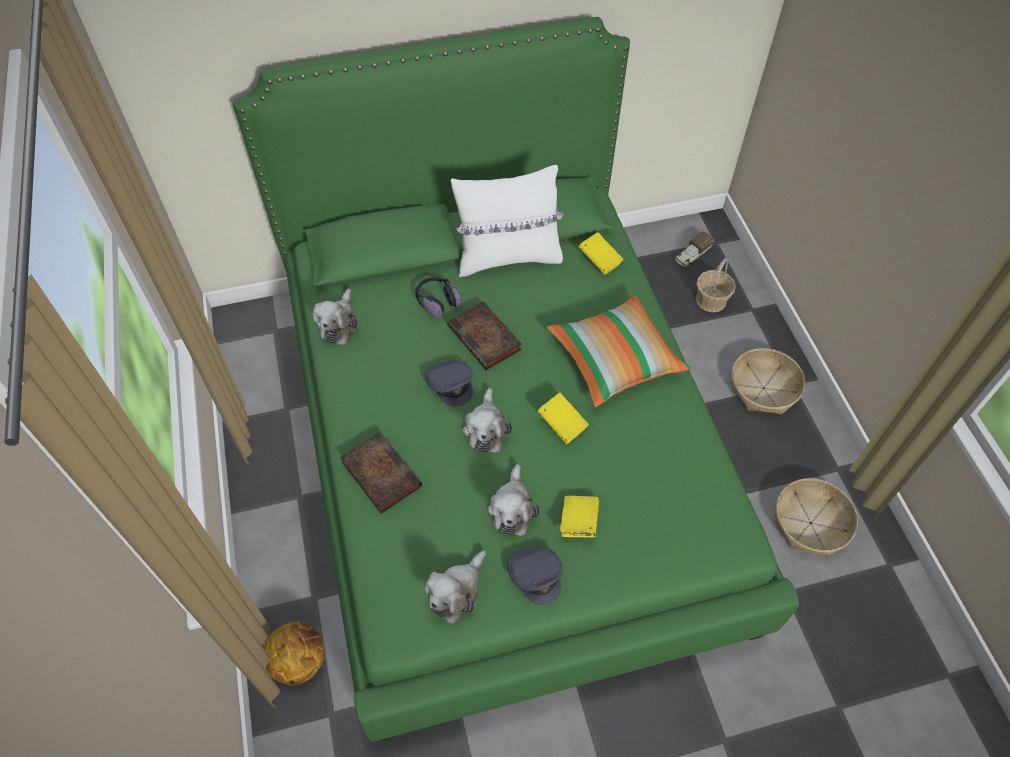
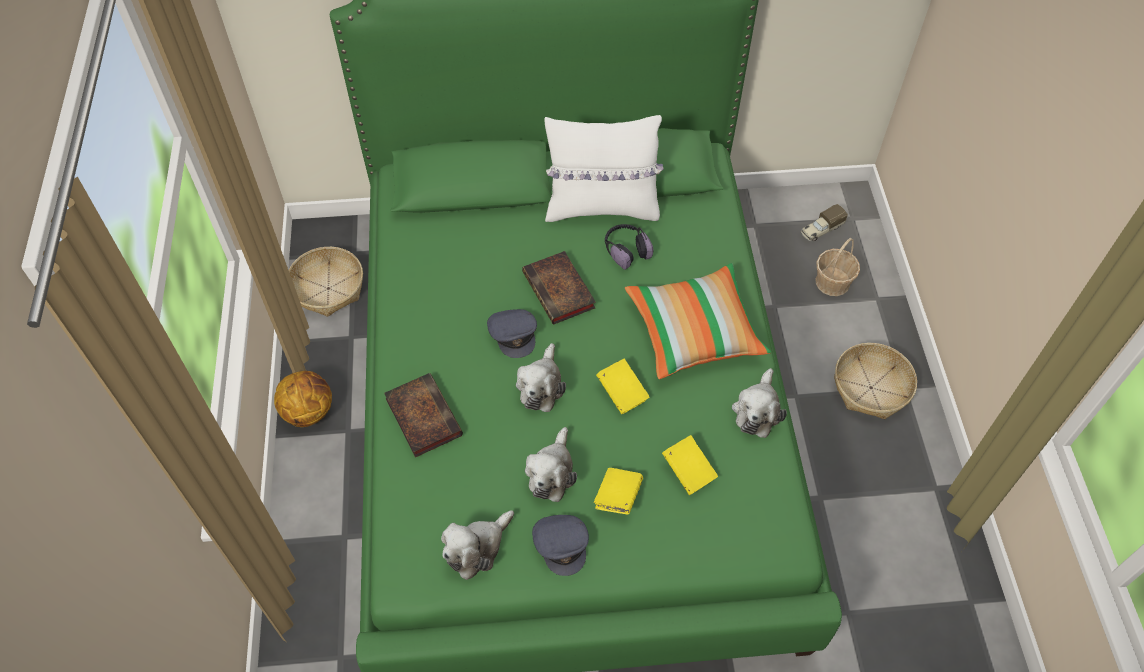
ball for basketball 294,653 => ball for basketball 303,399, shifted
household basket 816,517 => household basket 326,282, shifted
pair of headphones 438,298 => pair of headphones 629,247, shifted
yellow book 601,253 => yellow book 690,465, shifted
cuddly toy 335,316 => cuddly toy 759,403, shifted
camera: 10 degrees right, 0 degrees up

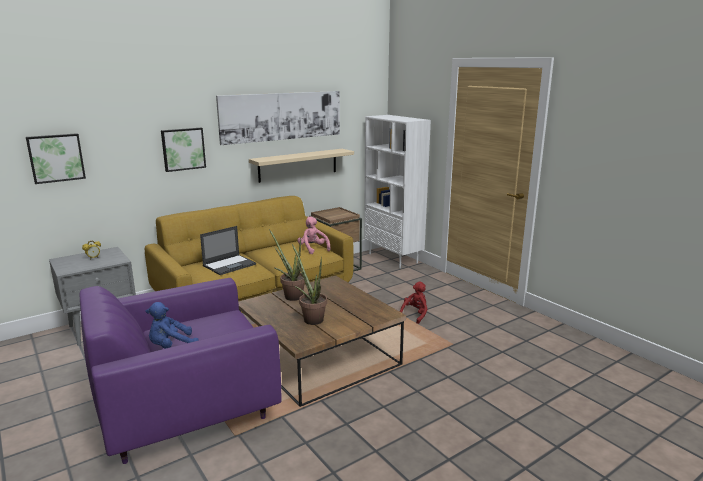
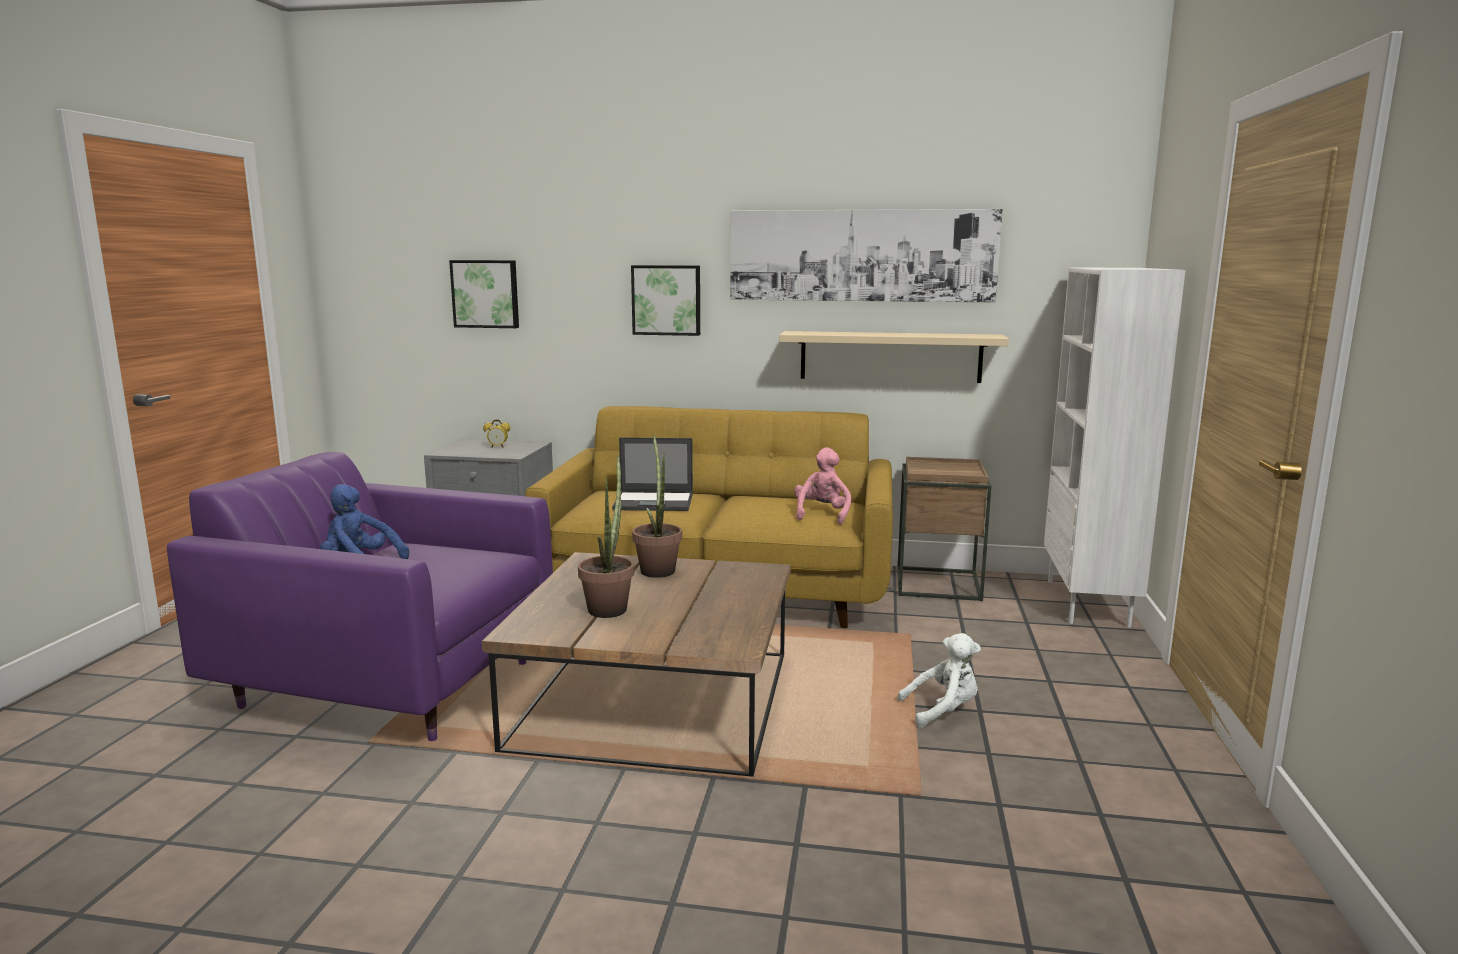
red-coloured cuddly toy 414,303 => white cuddly toy 939,680
camera: 45 degrees right, 5 degrees down

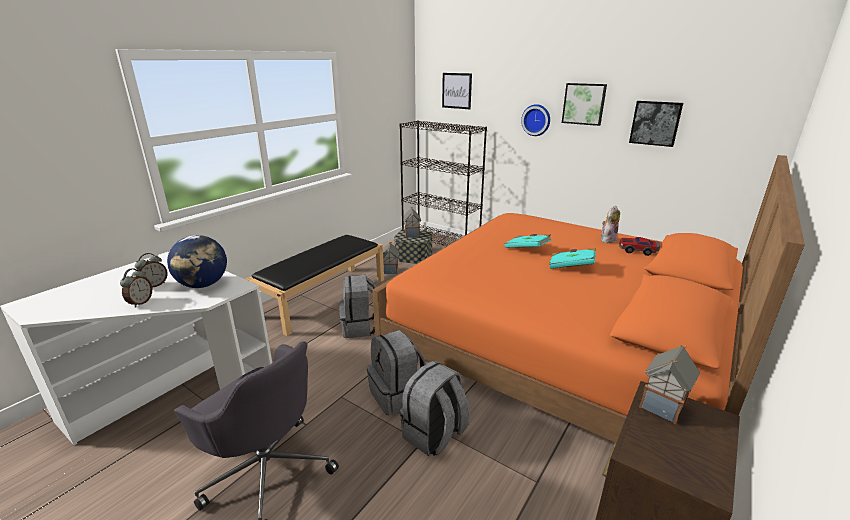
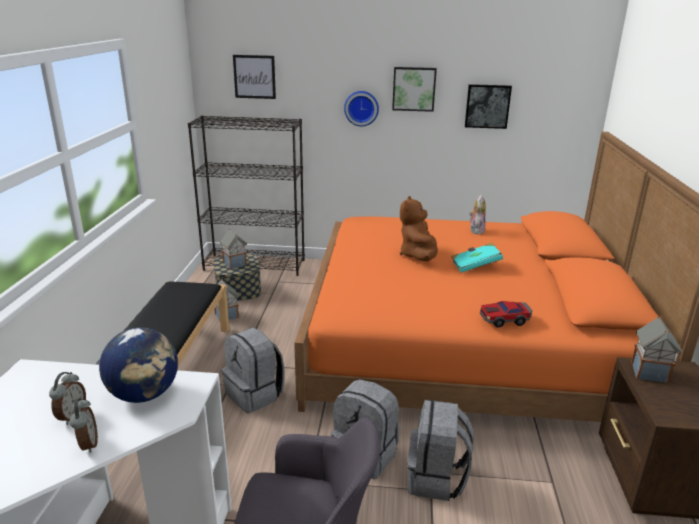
blue-green book 528,241 => brown-coloured cuddly toy 419,228
toy car 639,246 => toy car 506,314, shifted
camera: 30 degrees left, 0 degrees up

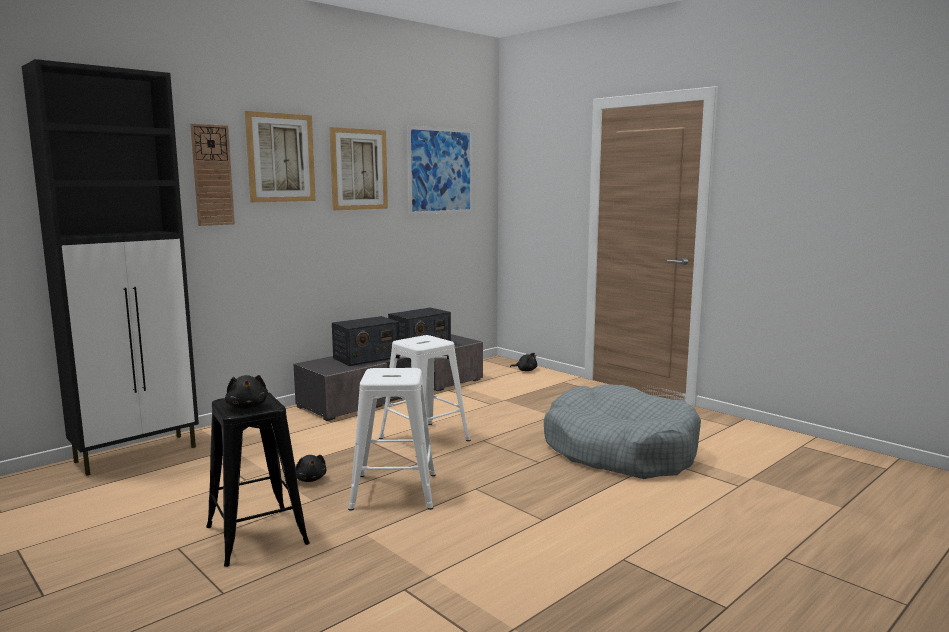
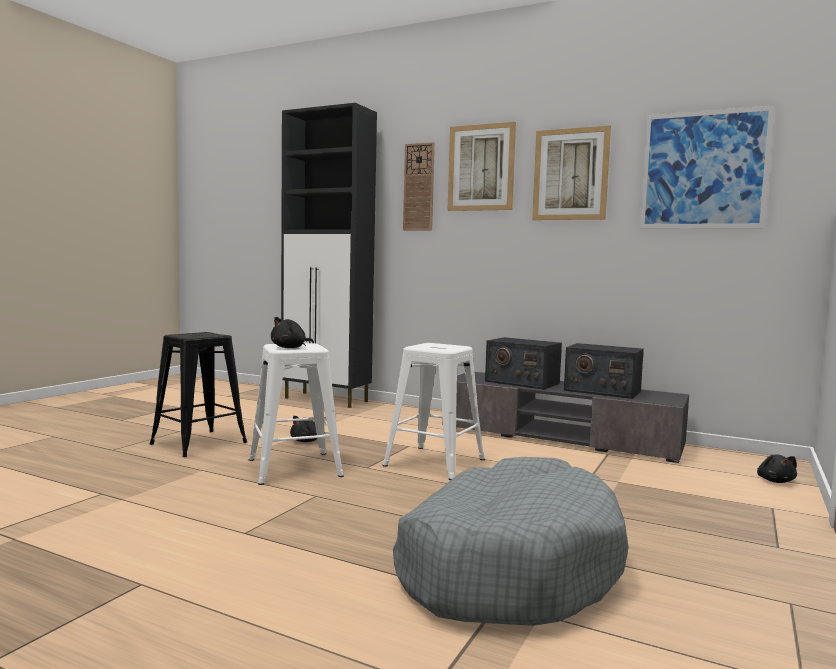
blackish cuddly toy 246,392 => blackish cuddly toy 292,332, shifted
camera: 70 degrees right, 5 degrees down

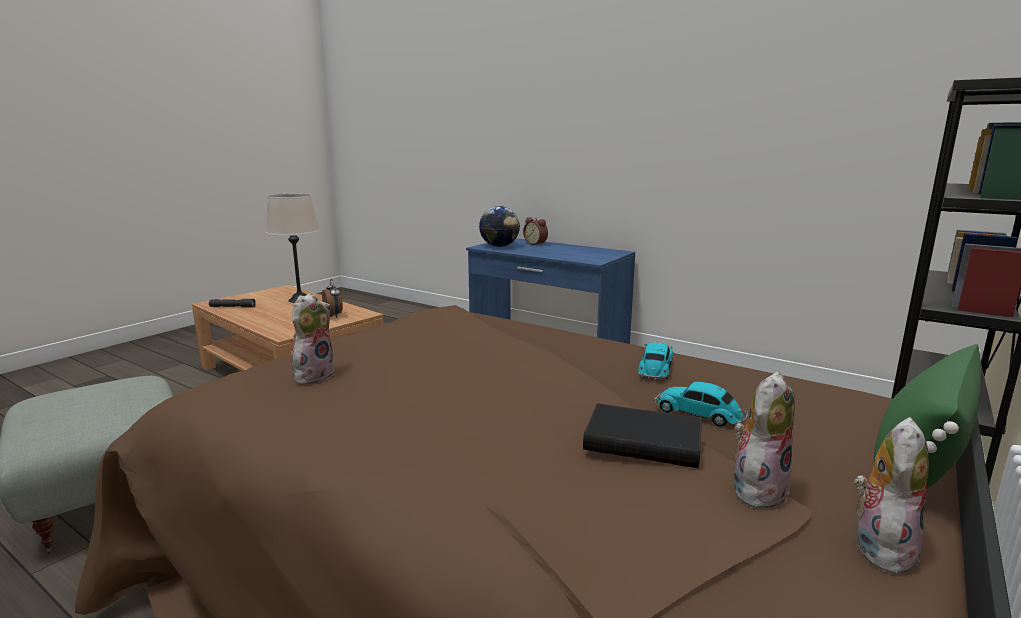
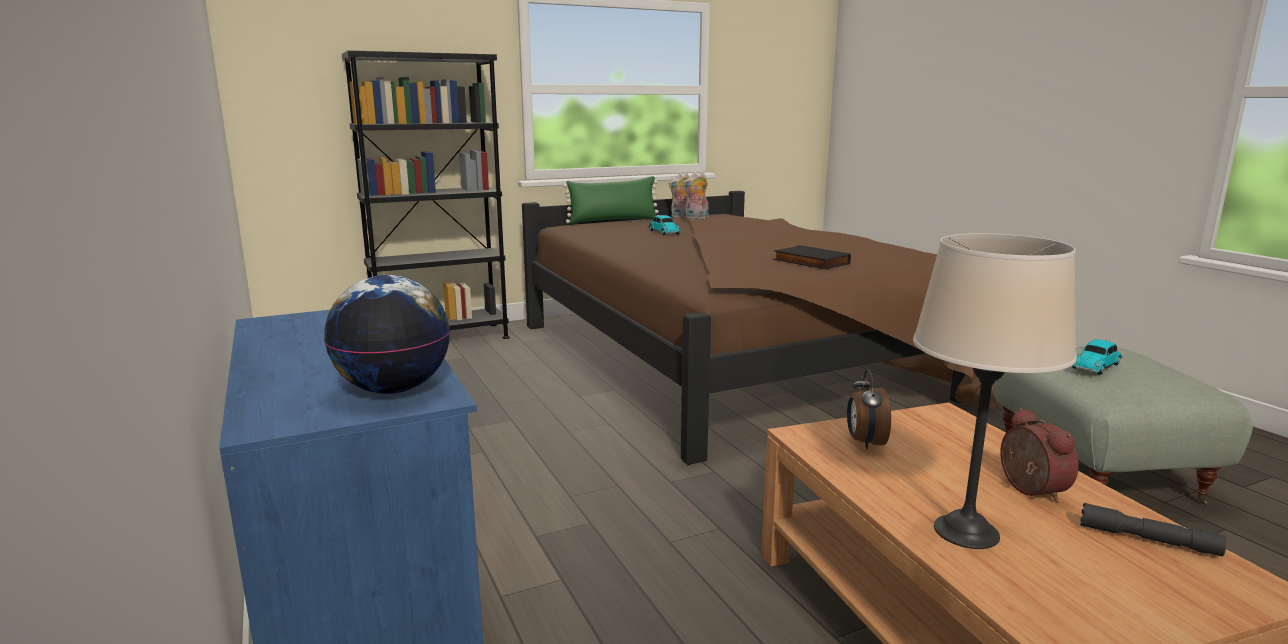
blackish book 642,435 => blackish book 812,257, shifted
table clock 535,231 => table clock 1039,455, shifted
toy car 655,361 => toy car 1097,357, shifted
cuddly toy 313,339 => nothing
camera: 150 degrees left, 0 degrees up

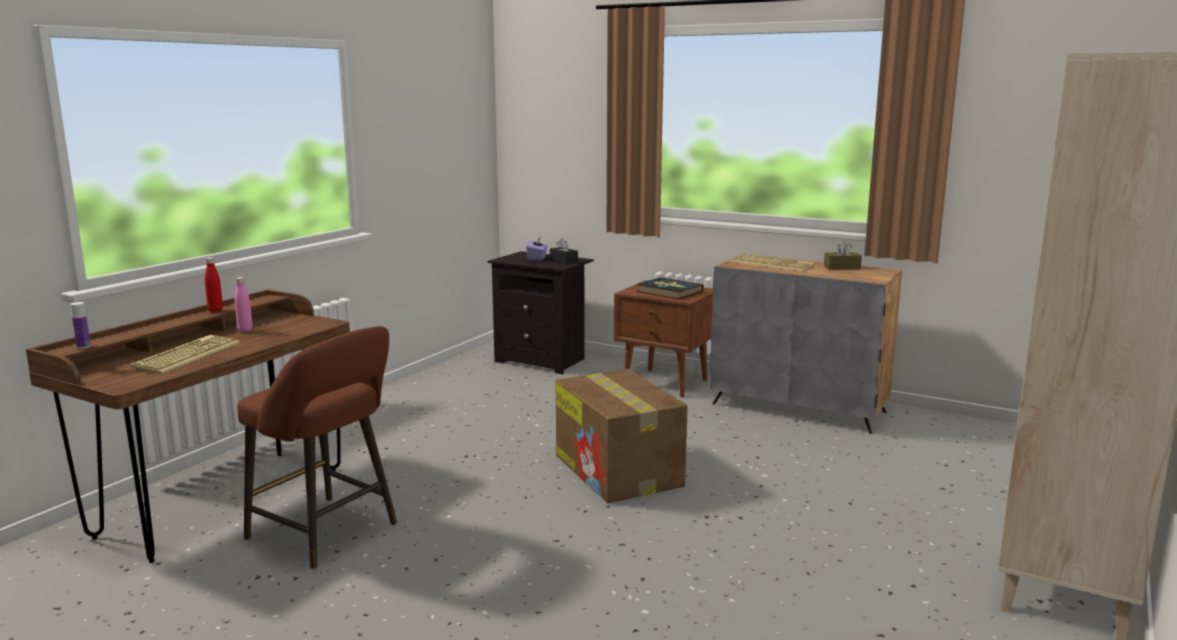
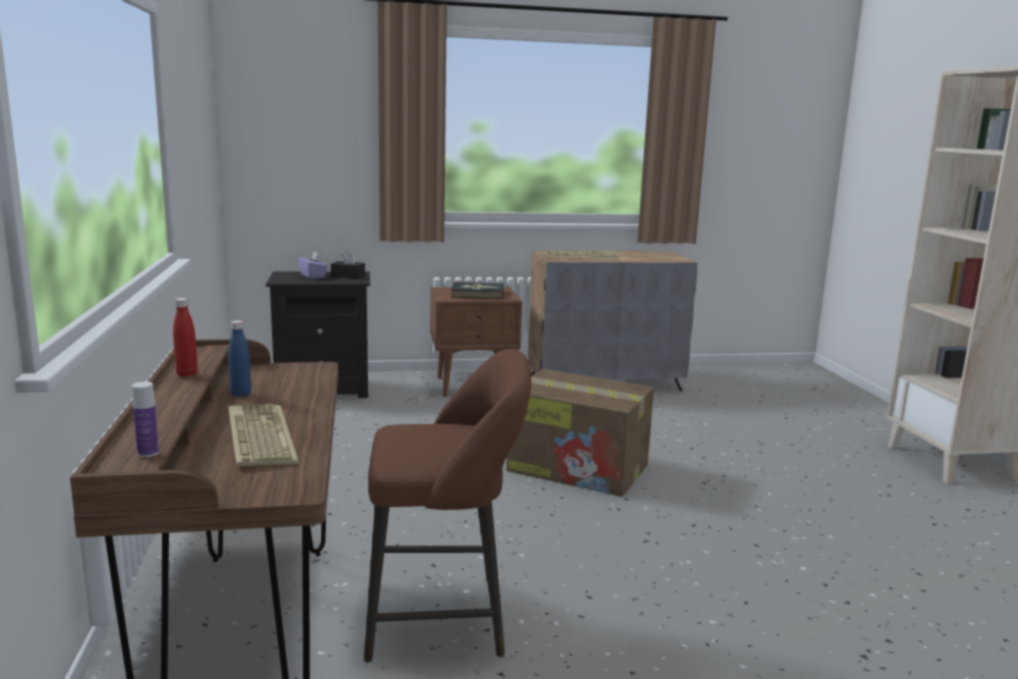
pinkish bottle 244,304 => bluish bottle 239,358
brown-coloured tissue holder 843,255 => nothing
camera: 40 degrees left, 0 degrees up

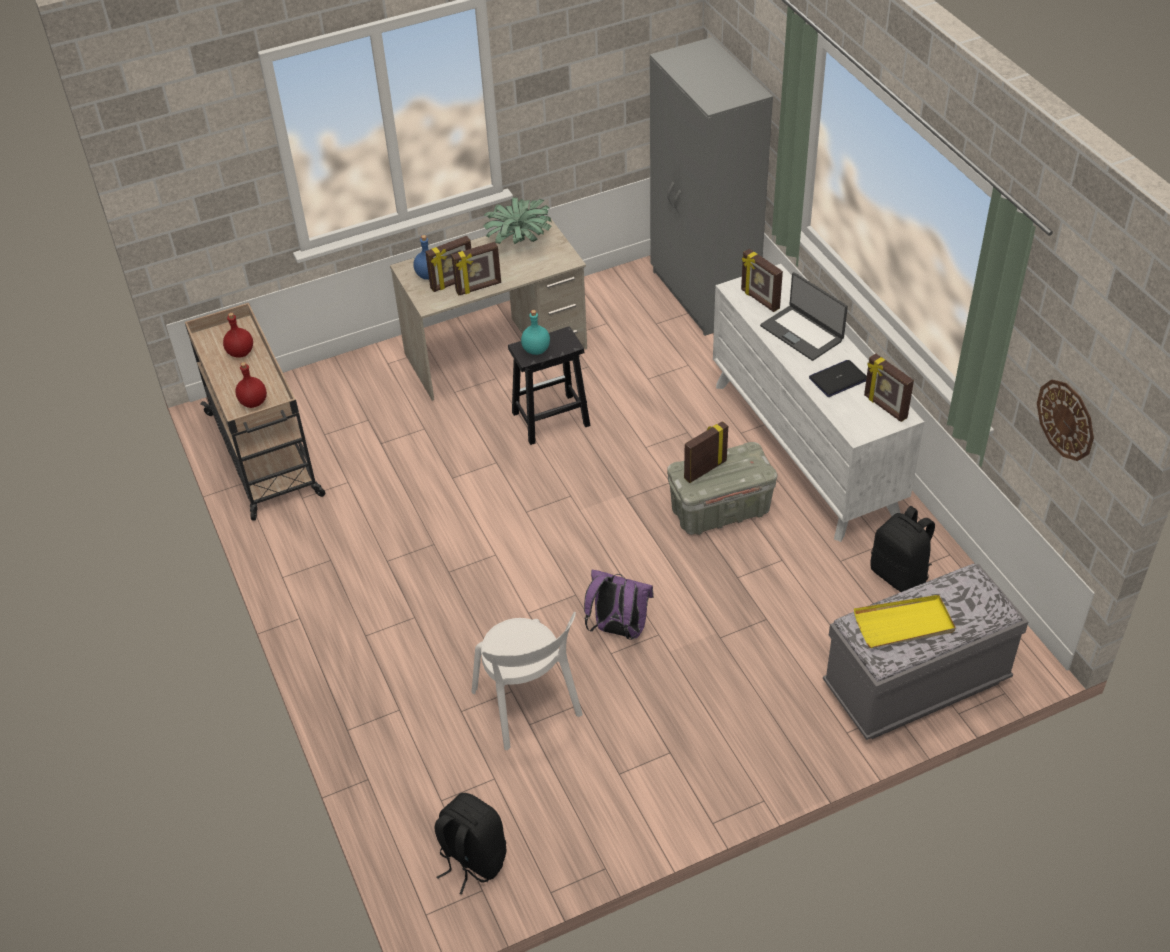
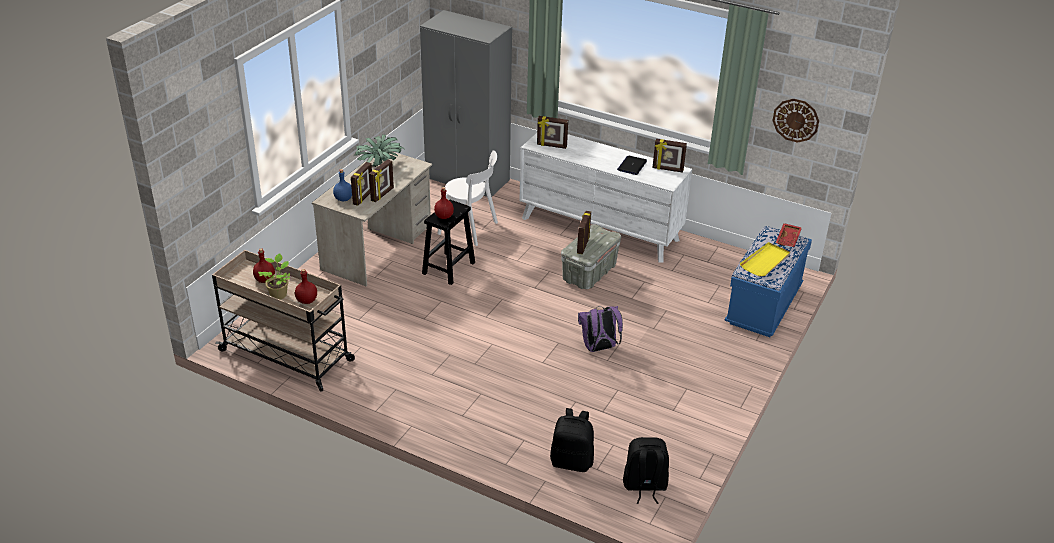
nothing => plant in a pot 274,276
blue-green bottle 535,332 => red-coloured bottle 444,203
white upright chair 527,681 => white upright chair 467,198, shifted
blackish knapsack 902,549 => blackish knapsack 572,440, shifted
gray bench 925,652 => bluish bench 768,281
nothing => red-coloured carrying tray 789,235
notebook computer 804,316 => nothing
camera: 40 degrees left, 10 degrees down

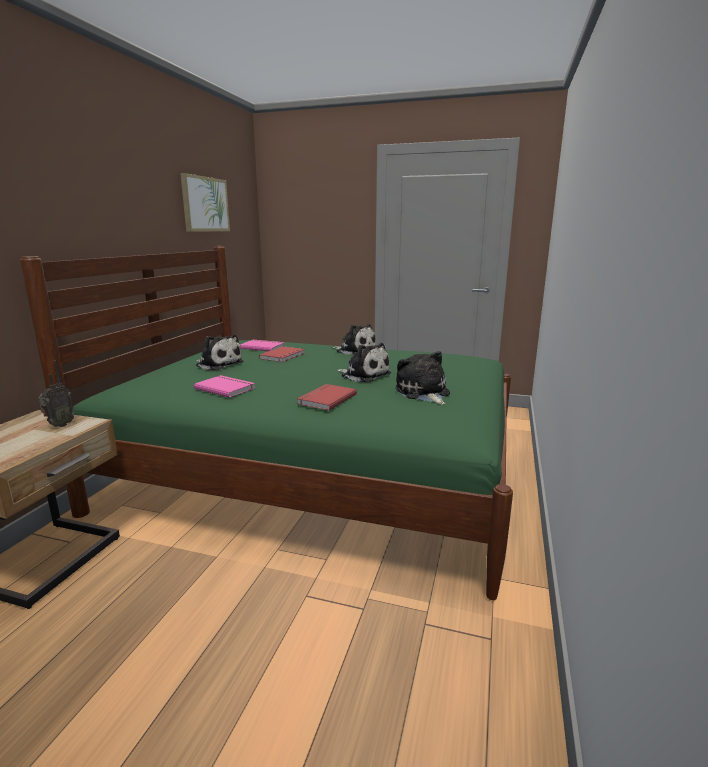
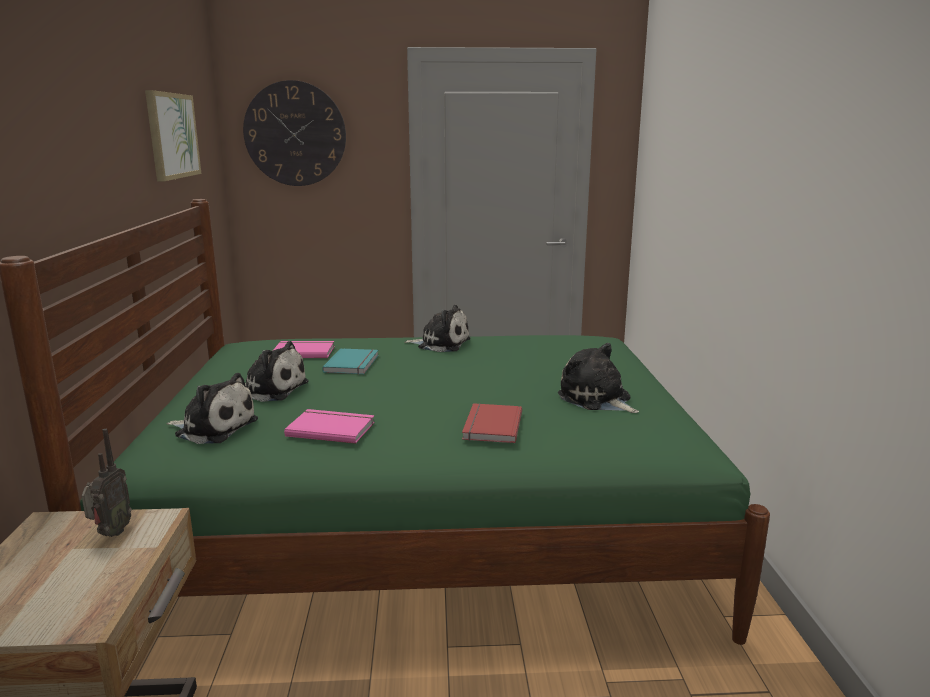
cuddly toy 364,362 => cuddly toy 212,408, shifted
nothing => hanging clock 294,133
red-coloured book 282,354 => blue-green book 350,361
camera: 20 degrees left, 0 degrees up

